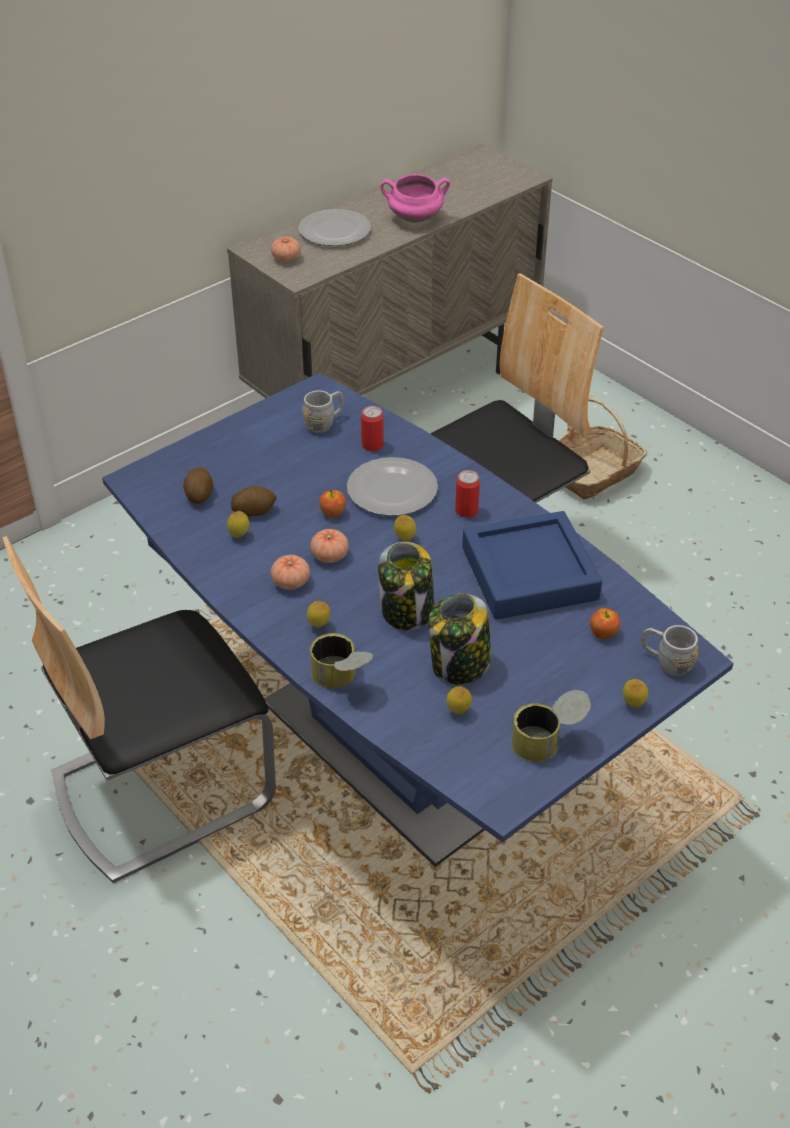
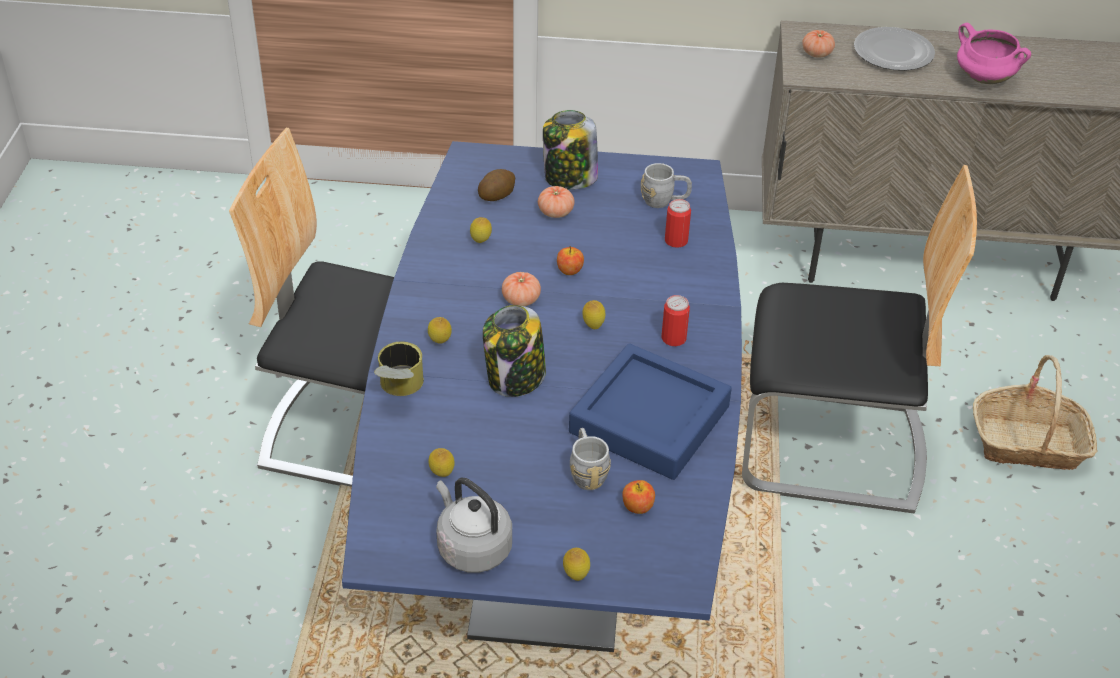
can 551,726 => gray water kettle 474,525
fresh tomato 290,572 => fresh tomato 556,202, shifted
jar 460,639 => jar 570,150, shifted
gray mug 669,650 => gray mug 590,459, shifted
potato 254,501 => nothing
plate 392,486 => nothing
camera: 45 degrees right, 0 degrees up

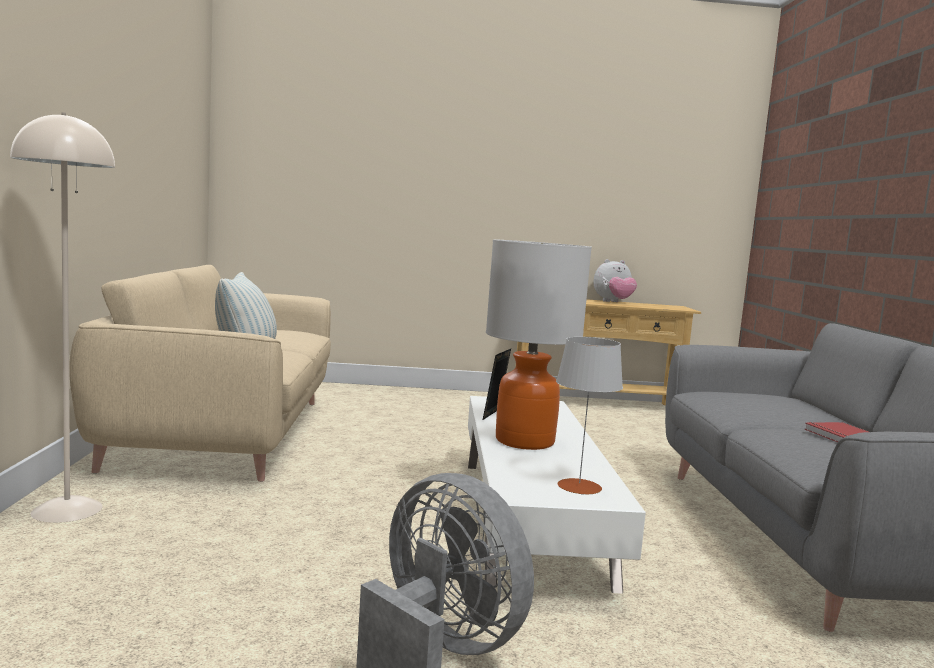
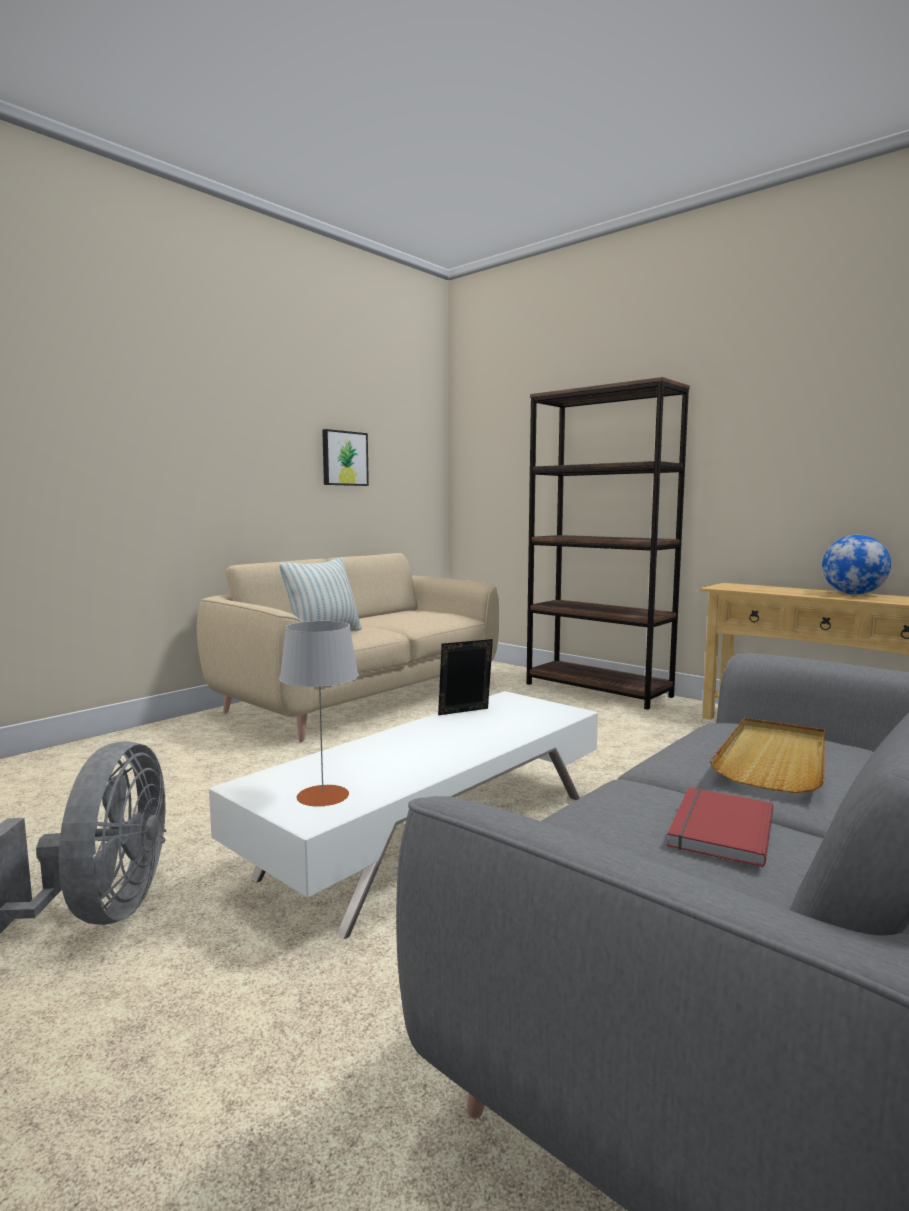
nothing => wall art 345,457
nothing => brown-coloured shelving unit 608,543
nothing => beige-coloured carrying tray 767,755
cuddly toy 615,280 => desk globe 856,565
beige-coloured standing lamp 62,317 => nothing
table lamp 539,344 => nothing
camera: 45 degrees right, 0 degrees up

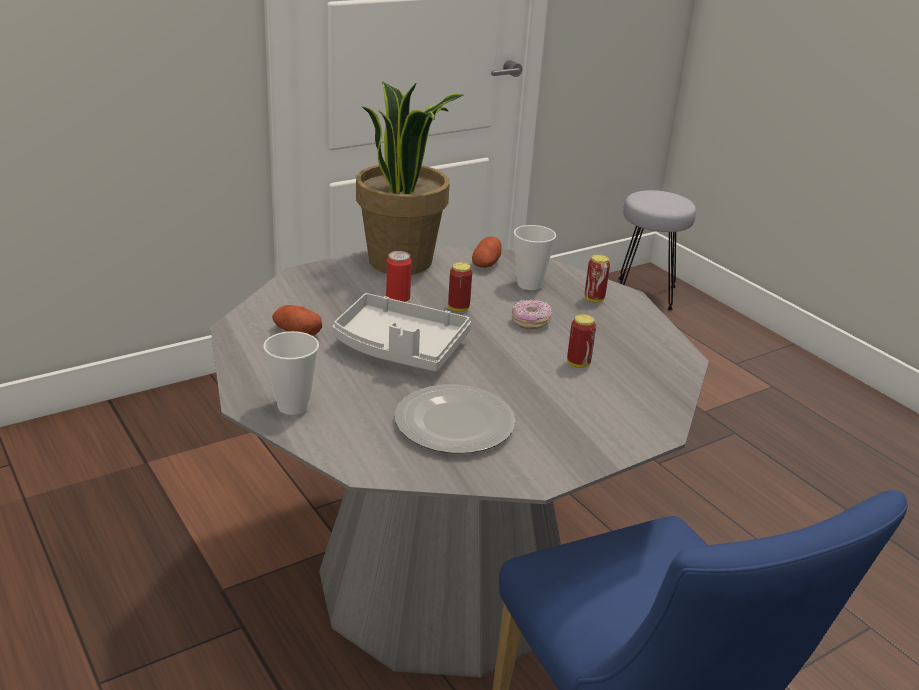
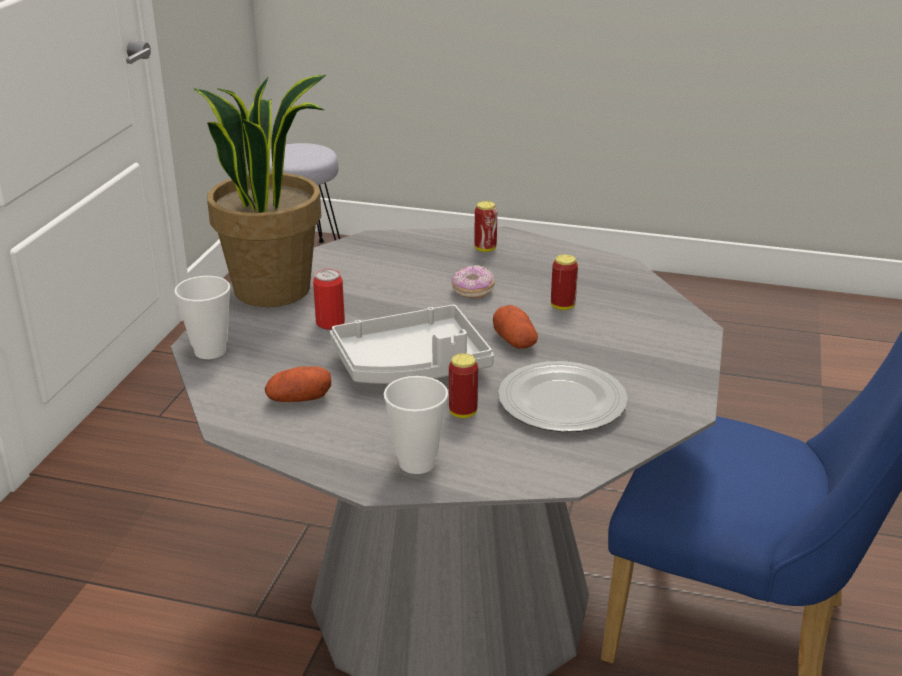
small cup 535,257 => small cup 202,317, shifted
can 460,287 => can 463,385, shifted
potato 487,252 => potato 515,327, shifted
camera: 40 degrees left, 0 degrees up

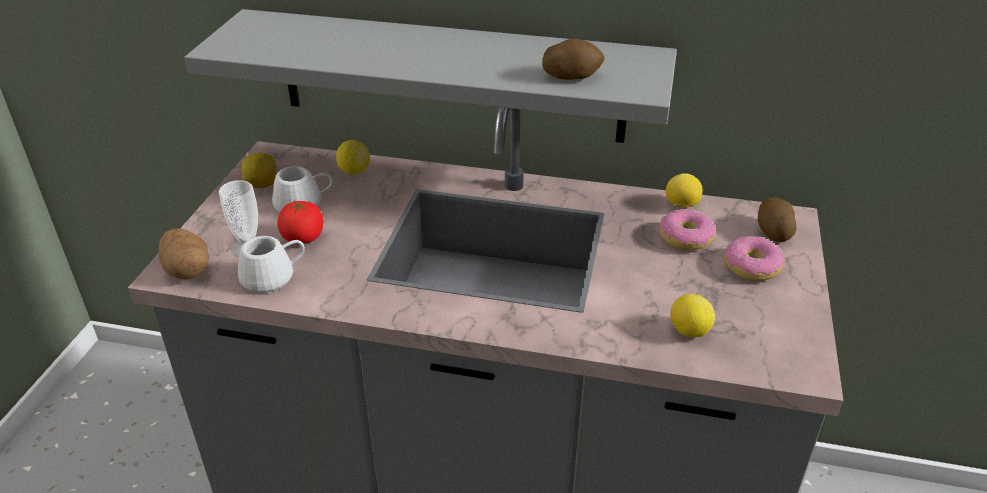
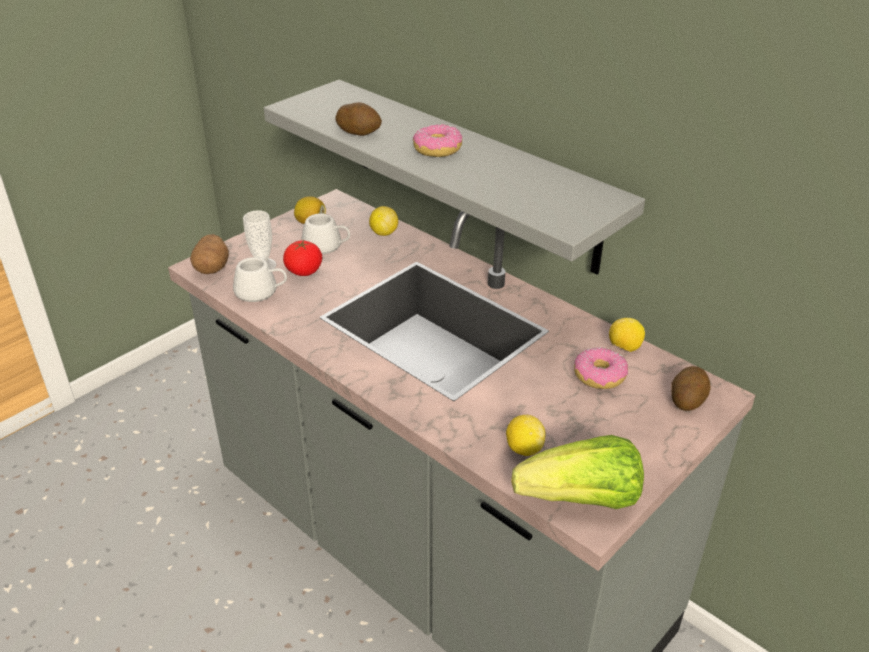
potato 573,59 => potato 358,119, shifted
donut 754,258 => donut 437,140, shifted
nothing => lettuce 577,472
camera: 30 degrees right, 0 degrees up

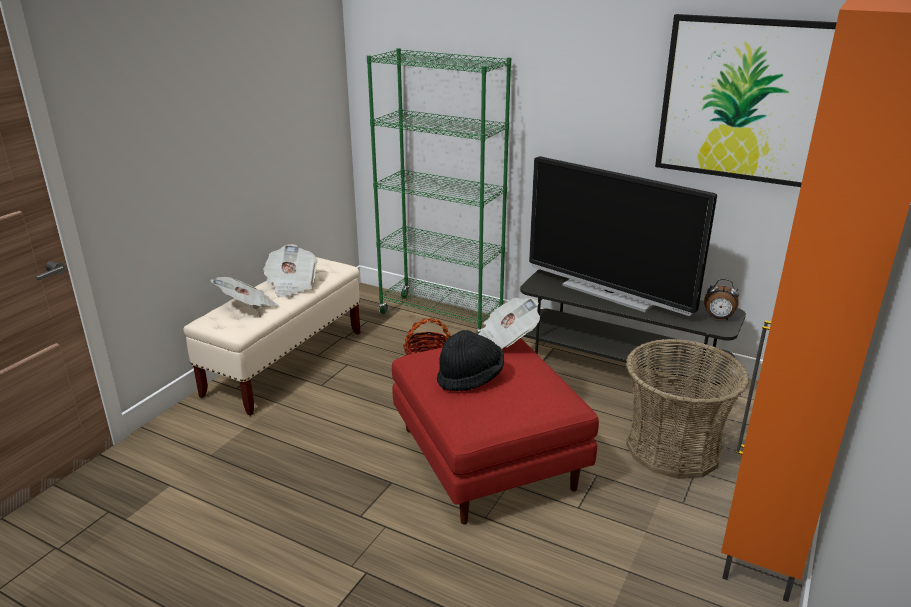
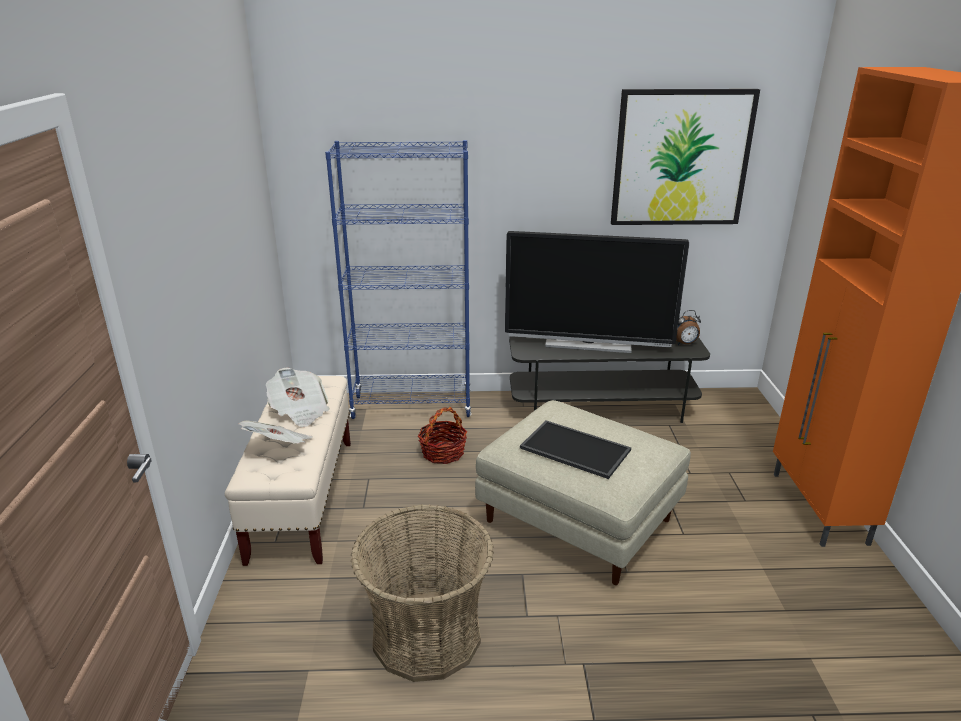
greenish shelving unit 439,190 => bluish shelving unit 398,279
household basket 687,409 => household basket 422,593, shifted
red-coloured ottoman 495,431 => beige-coloured ottoman 583,492
blackish clothing hat 470,360 => carrying tray 575,449
newspaper 509,323 => nothing
camera: 30 degrees left, 0 degrees up

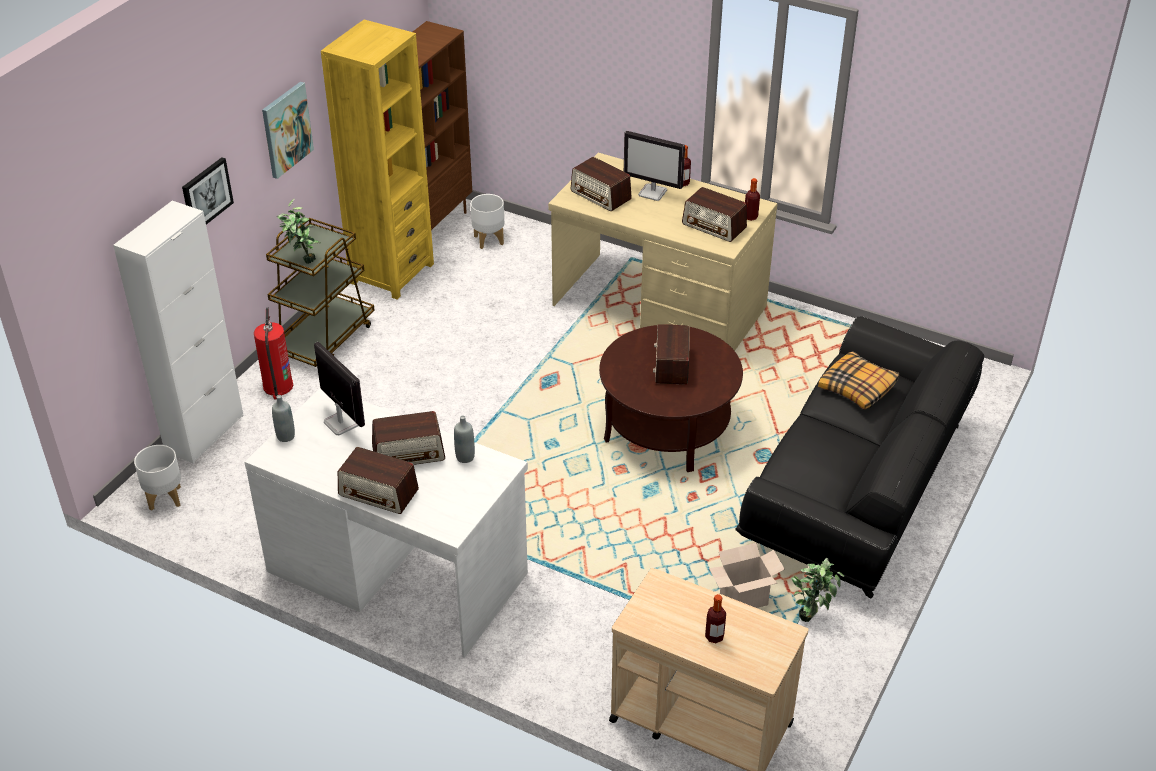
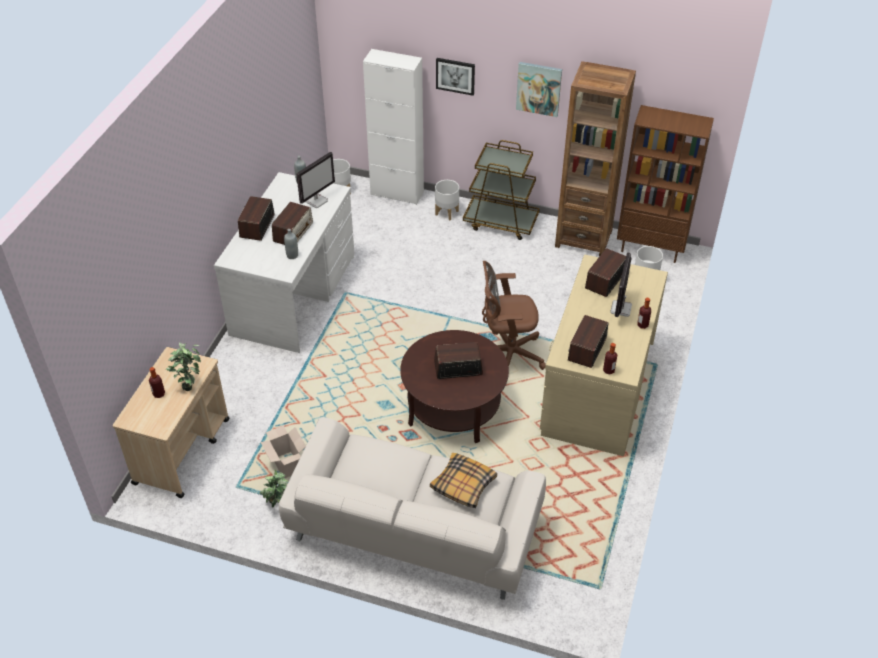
plant in a pot 298,231 => plant in a pot 183,366, shifted
radio 408,438 => radio 292,223, 135 degrees counterclockwise
blackish couch 859,457 => white couch 412,508
extinguisher 273,354 => white planter 447,200
nothing => brown-coloured computer chair 514,315
yellow shelving unit 377,159 => brown-coloured shelving unit 595,158
camera: 80 degrees right, 5 degrees up

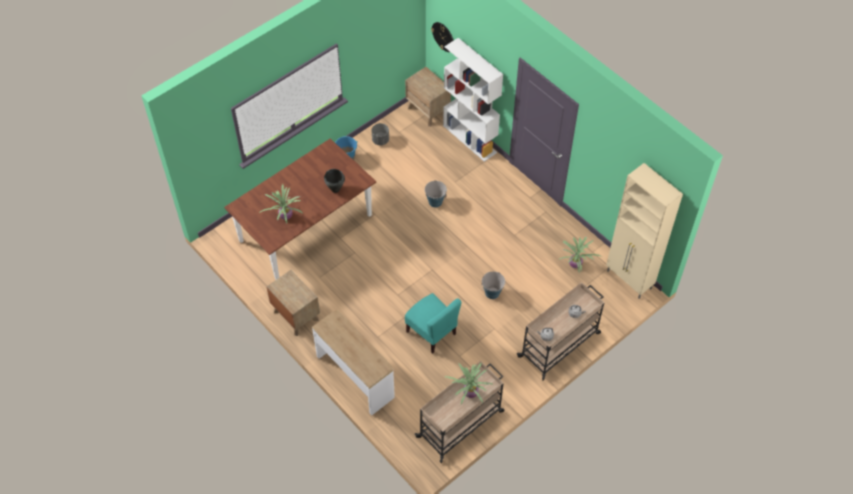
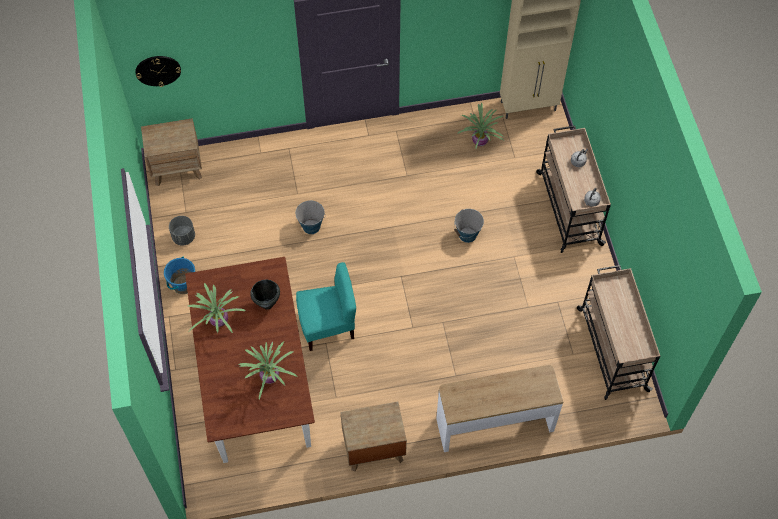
plant in a pot 469,383 => plant in a pot 217,308, shifted
blue-green upright chair 433,323 => blue-green upright chair 326,306, shifted
white shelving unit 473,100 => nothing
camera: 60 degrees left, 5 degrees up

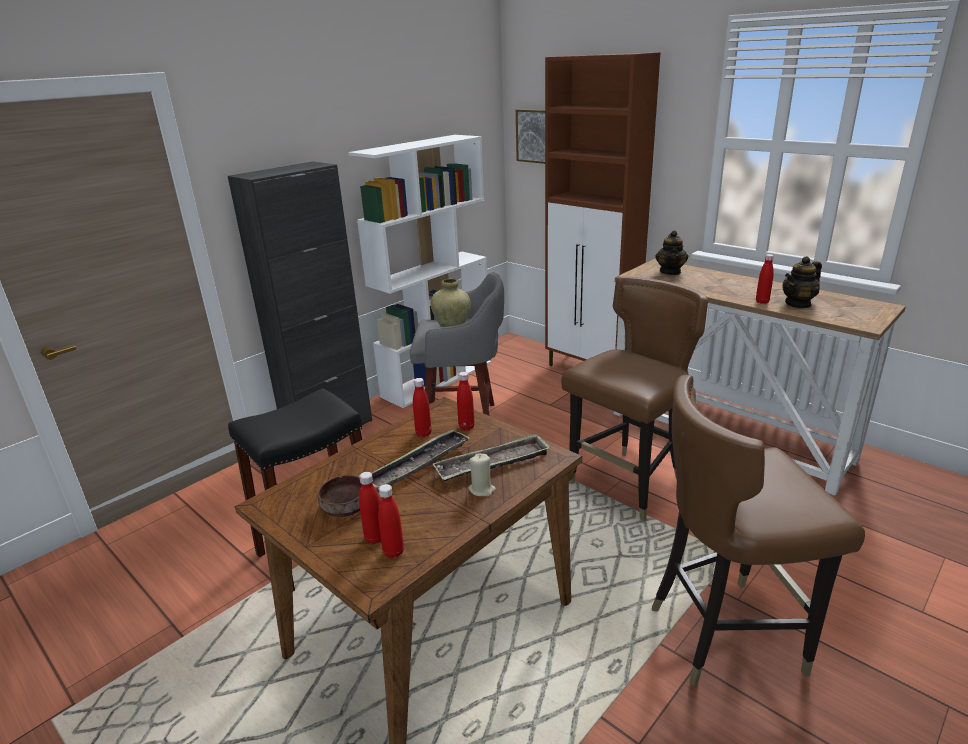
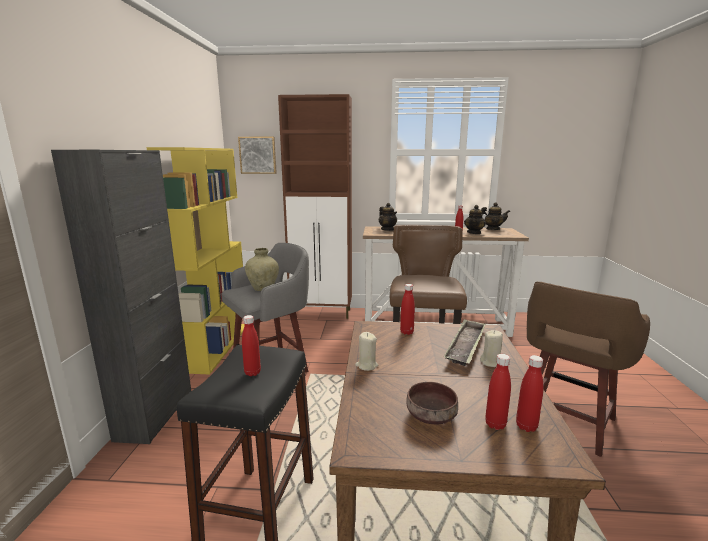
white shelving unit 419,271 => yellow shelving unit 195,260
red-coloured bottle 422,407 => red-coloured bottle 251,345, shifted
nothing => beige-coloured wax light 366,351
nothing => tea pot 495,216
brown-coloured upright chair 758,530 => brown-coloured stool 588,369
carrying tray 421,461 => nothing
camera: 40 degrees left, 10 degrees down

